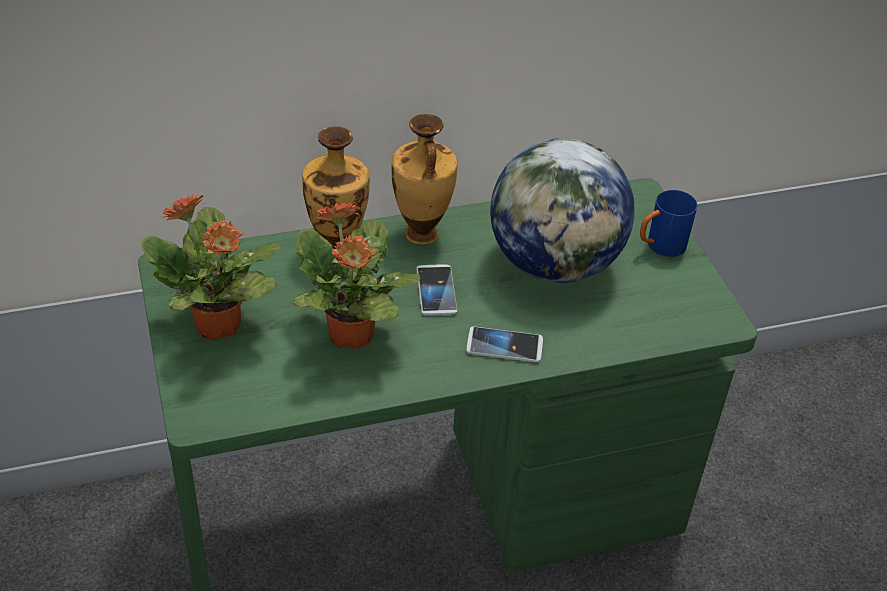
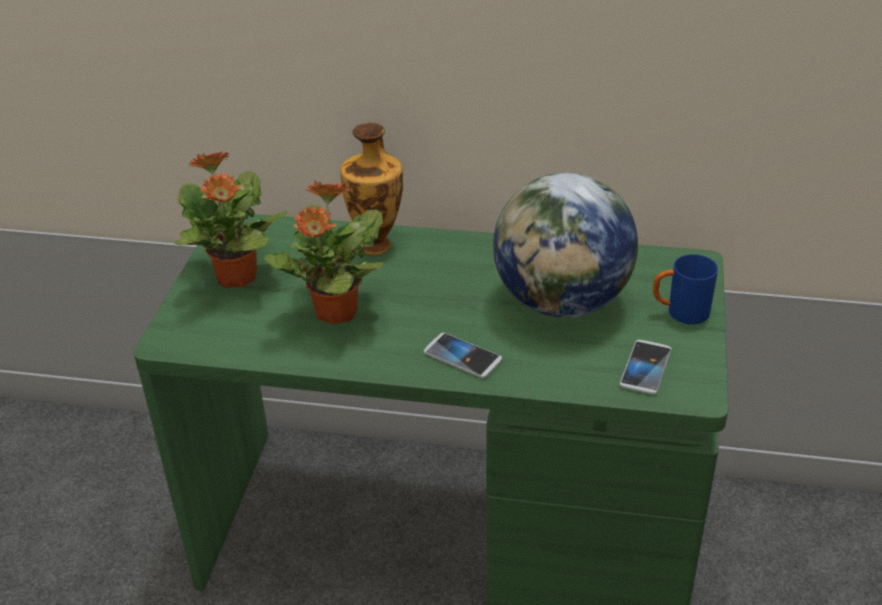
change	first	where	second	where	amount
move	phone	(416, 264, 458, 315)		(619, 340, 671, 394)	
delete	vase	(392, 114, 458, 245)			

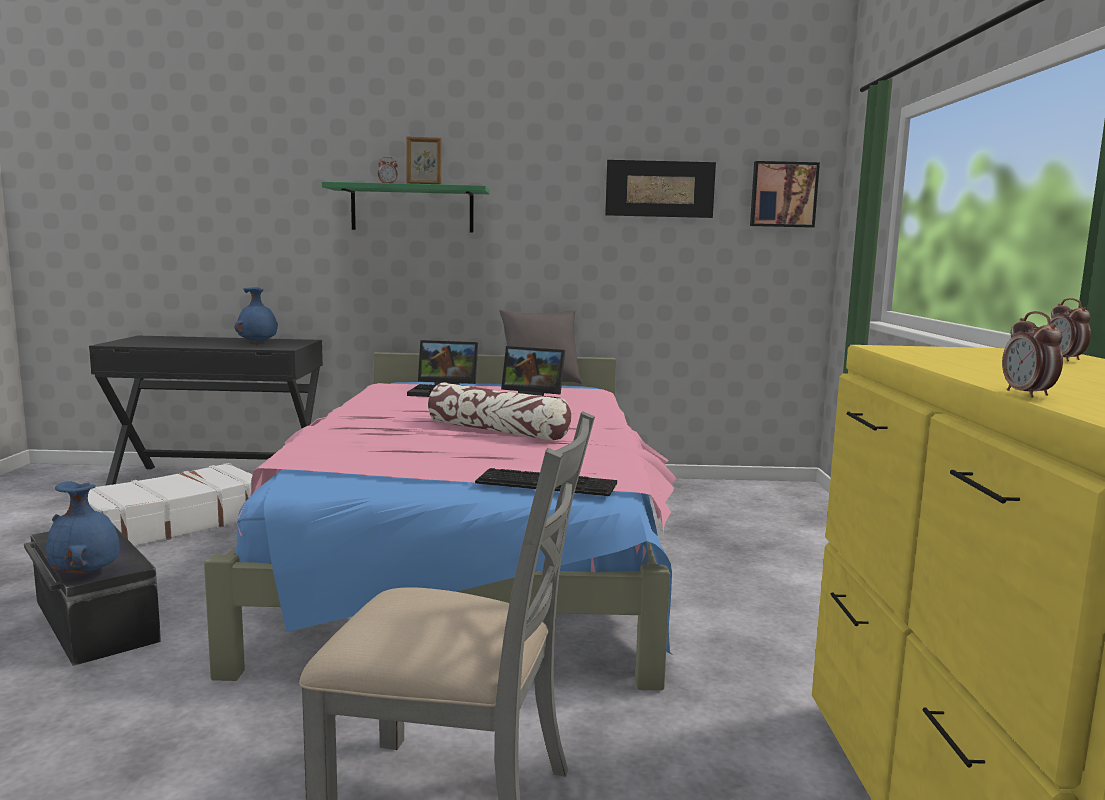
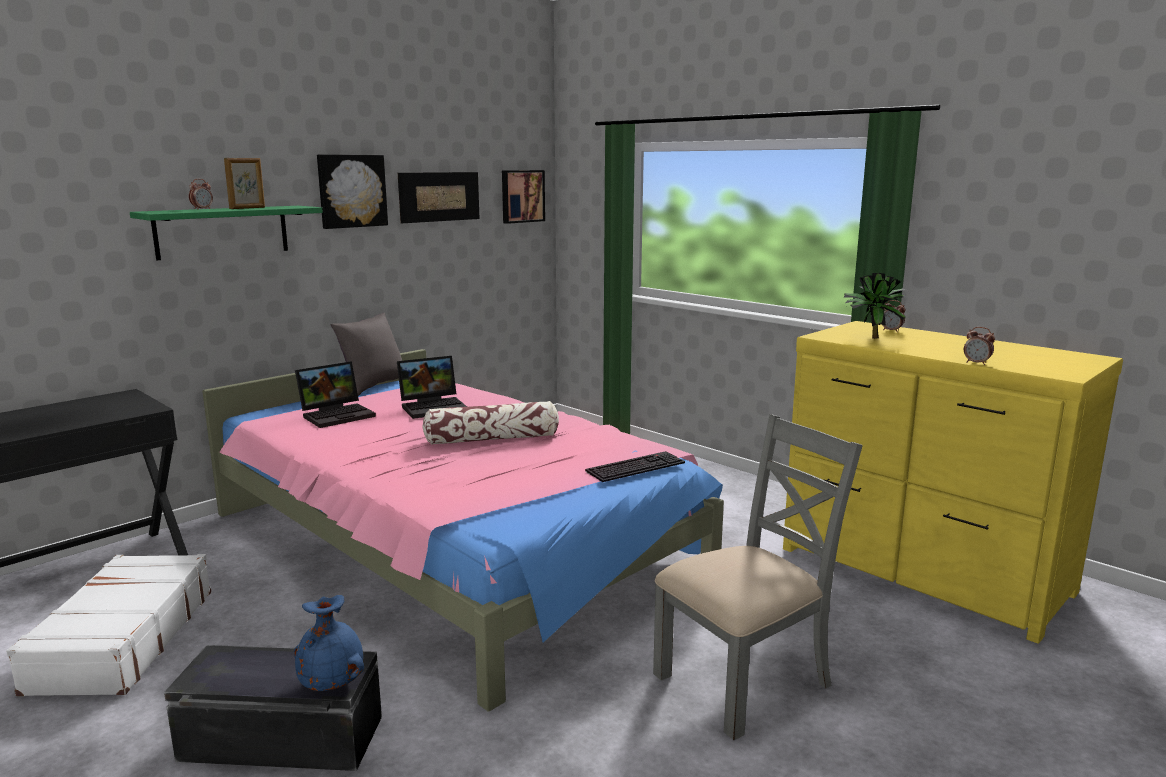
change	first	where	second	where	amount
insert			picture	(317, 154, 388, 229)	
insert			potted plant	(844, 273, 908, 339)	
delete	vase (blue)	(235, 287, 278, 343)			

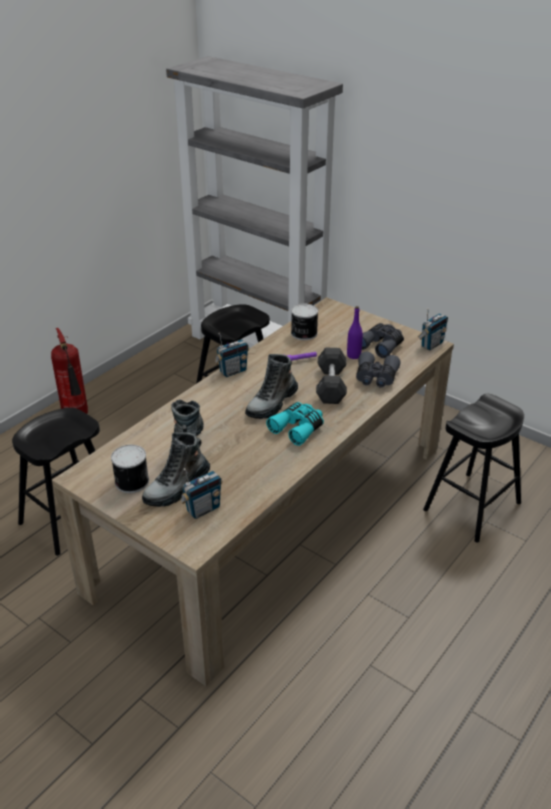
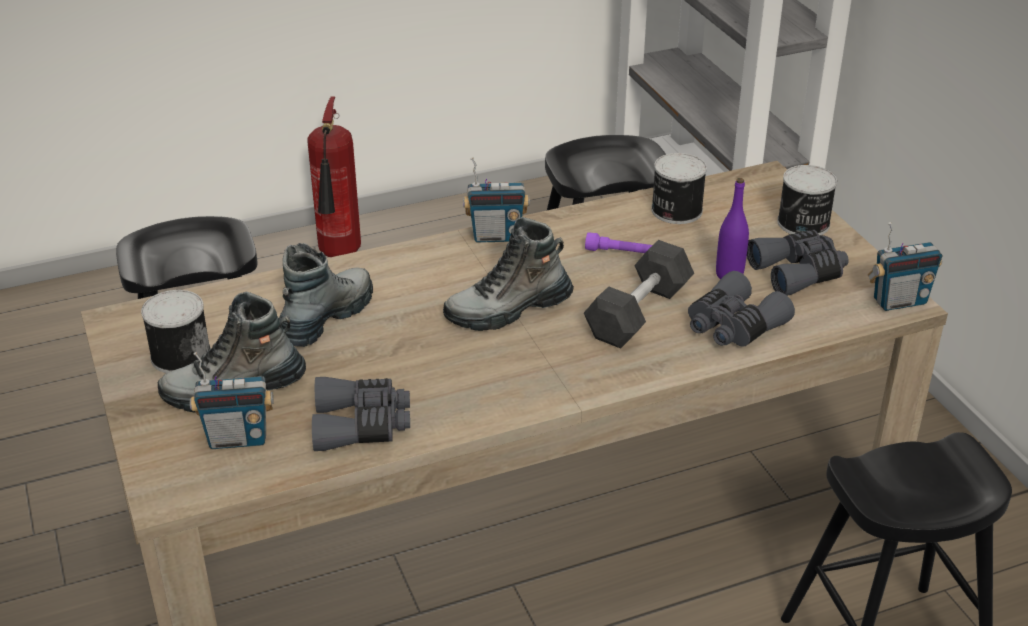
change	first	where	second	where	amount
insert			binoculars (grey)	(312, 377, 410, 451)	
insert			can	(777, 165, 837, 236)	
delete	binoculars (turquoise)	(266, 402, 324, 446)			

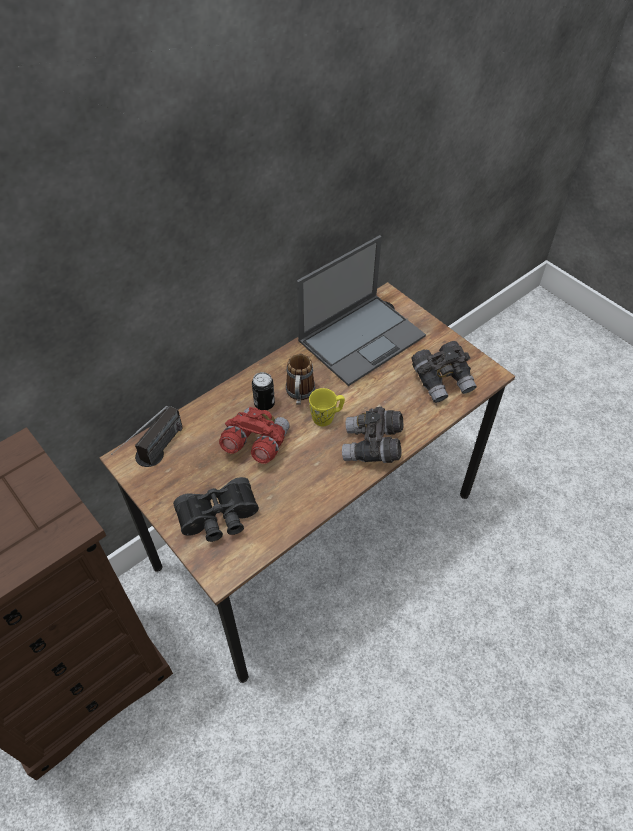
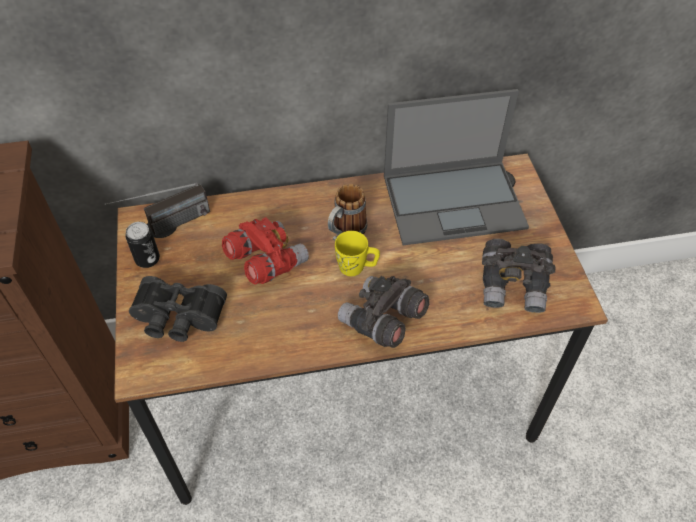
change	first	where	second	where	amount
move	can	(252, 372, 275, 410)		(125, 222, 160, 268)	

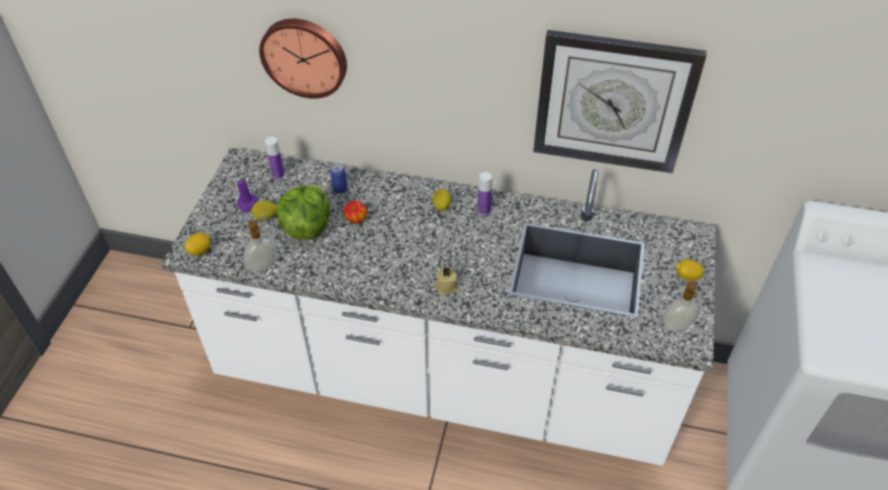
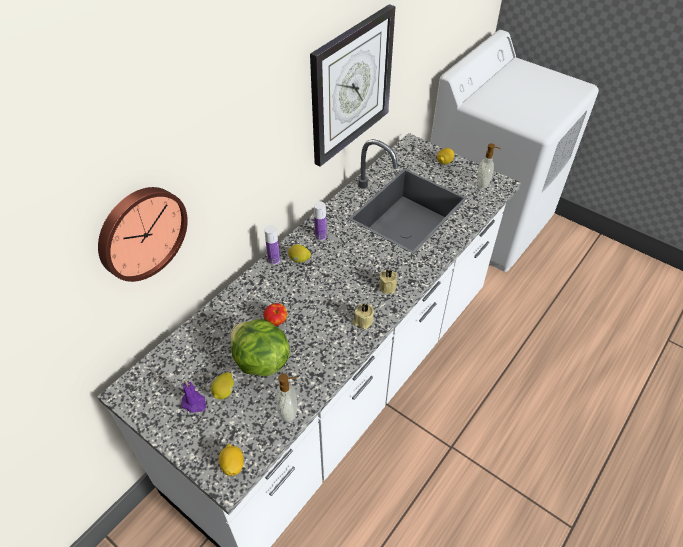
change	first	where	second	where	amount
move	bottle	(265, 137, 285, 180)		(264, 225, 280, 265)	
insert			candle (beige)	(353, 304, 374, 329)	
delete	can	(330, 163, 347, 194)			

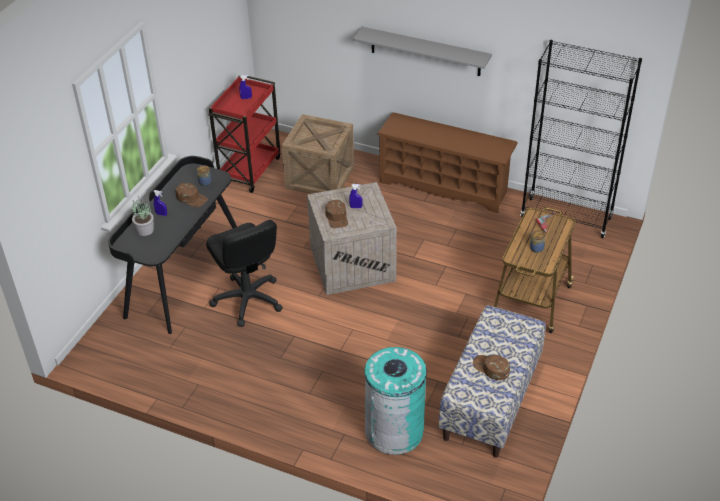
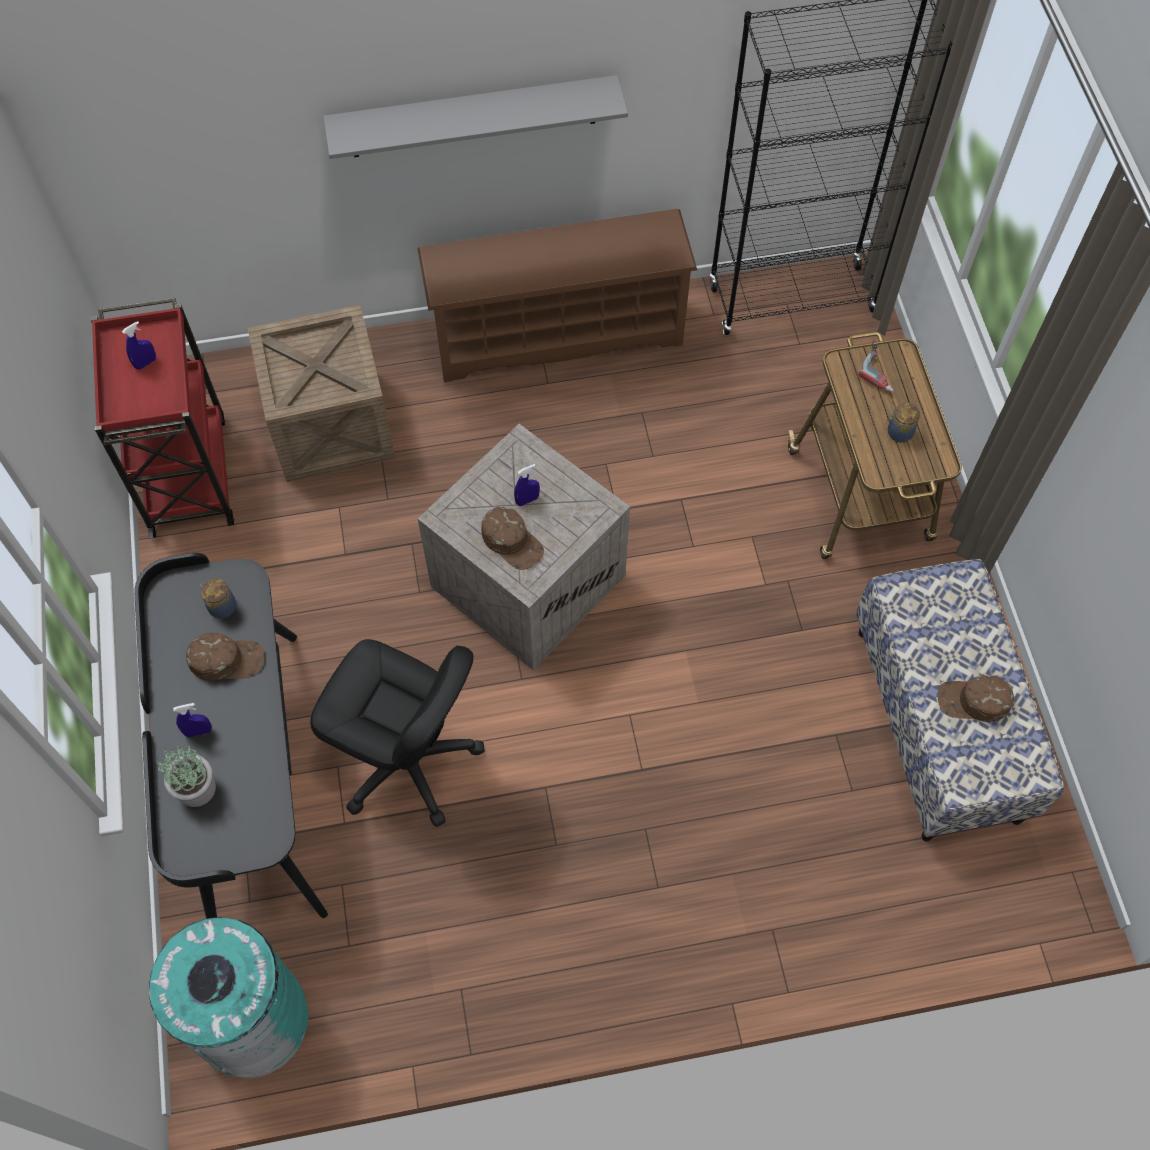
change	first	where	second	where	amount
move	trash can (turquoise)	(364, 347, 427, 455)		(149, 917, 308, 1078)	

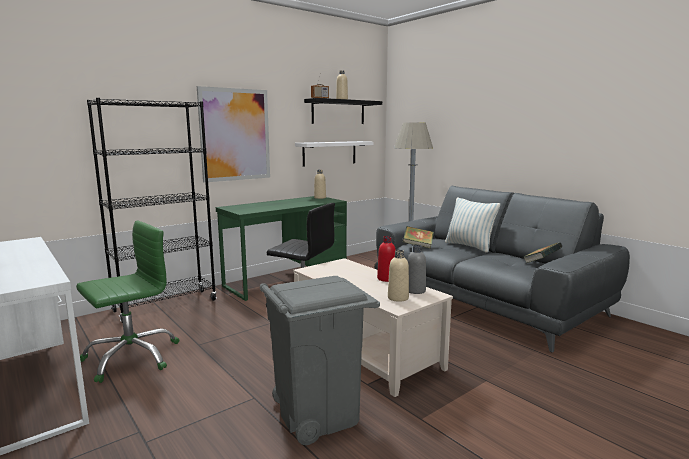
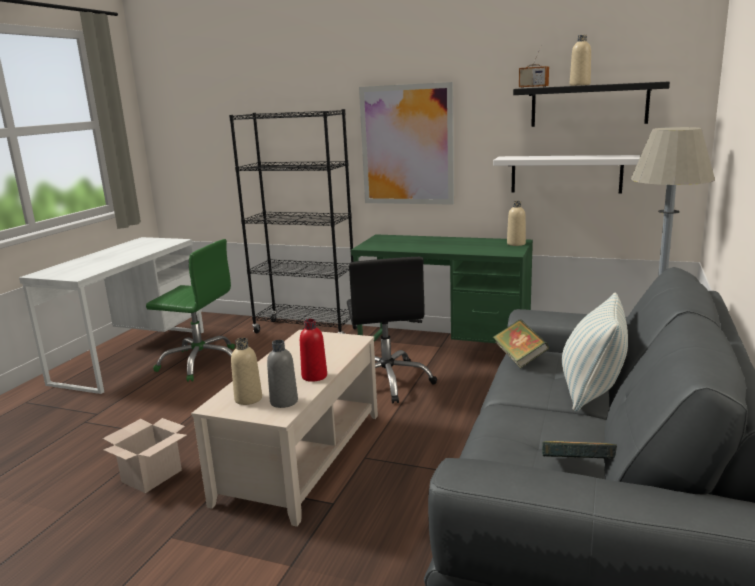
change	first	where	second	where	amount
replace	trash can (grey)	(260, 276, 380, 445)	cardboard box	(103, 418, 187, 493)	

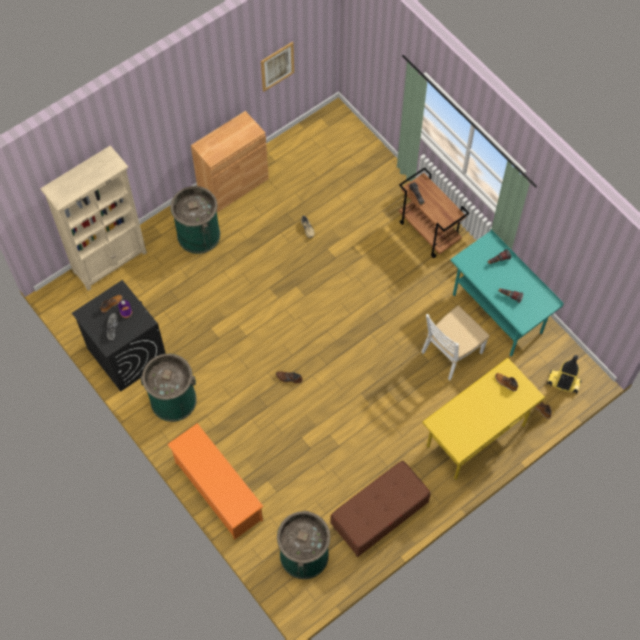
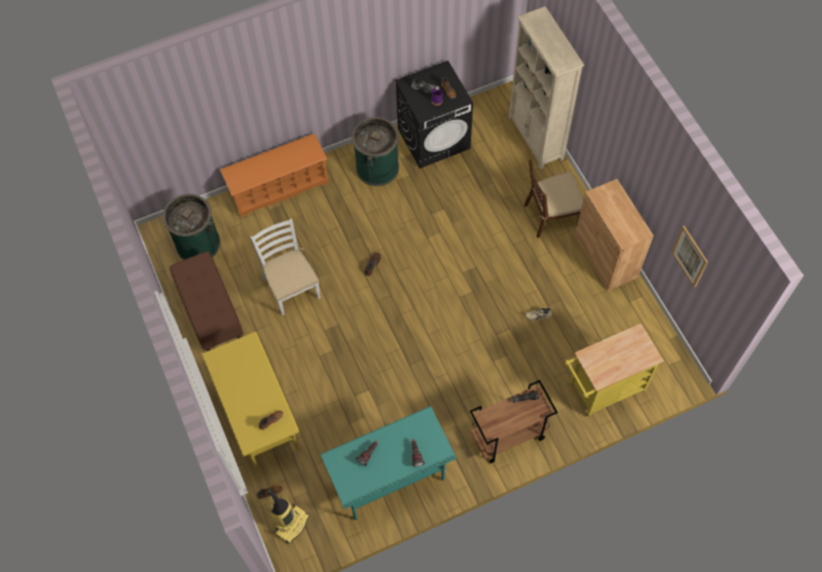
change	first	where	second	where	amount
move	chair (white)	(421, 305, 489, 381)		(250, 219, 320, 316)	
replace	trash can (green)	(170, 186, 220, 254)	chair (brown)	(524, 160, 584, 238)	
insert			cart (yellow)	(565, 324, 664, 417)	

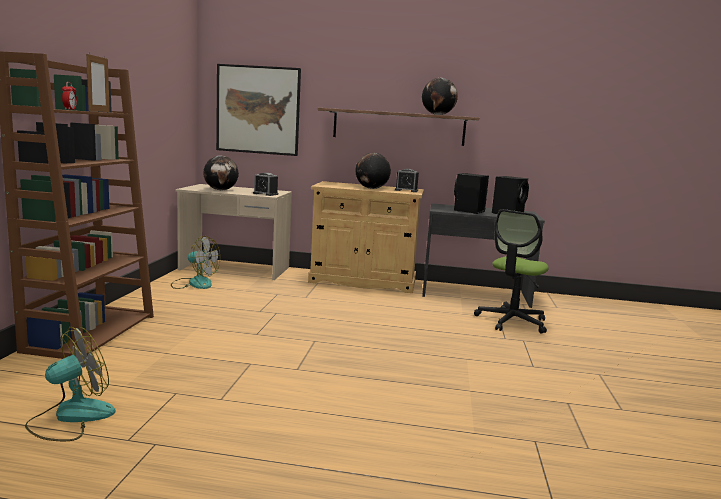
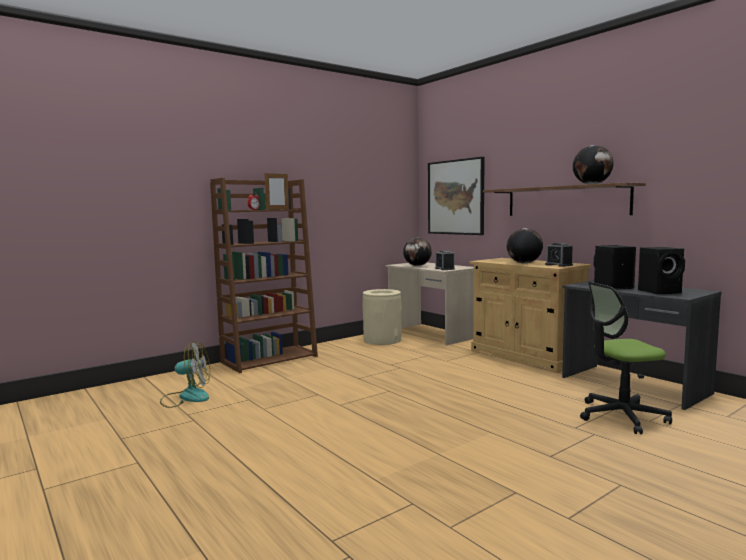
change	first	where	second	where	amount
replace	fan	(171, 236, 220, 289)	trash can (beige)	(363, 289, 402, 345)	

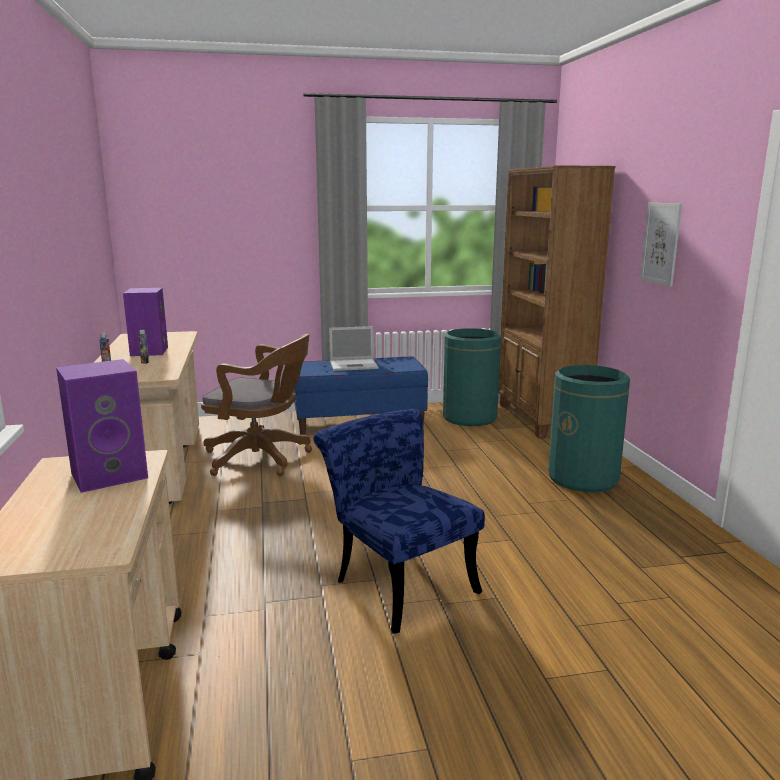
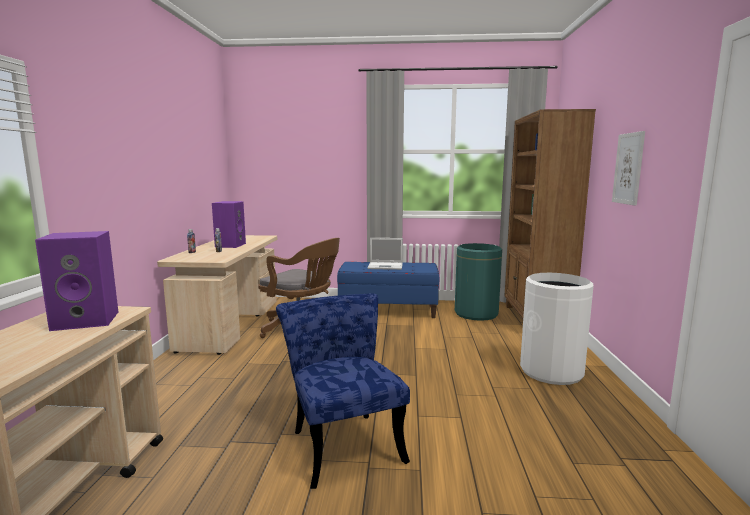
change	first	where	second	where	amount
recolor	trash can (green)	(548, 365, 630, 492)	trash can (white)	(520, 273, 594, 385)	

